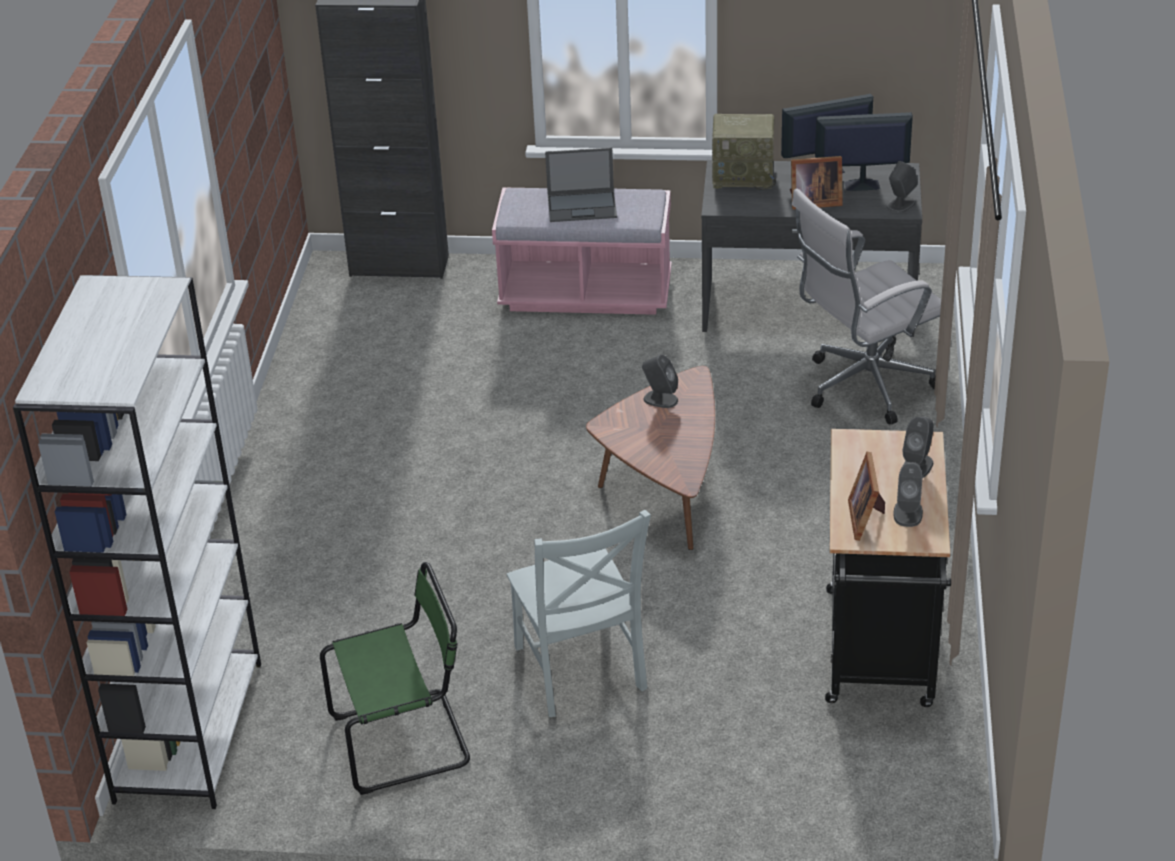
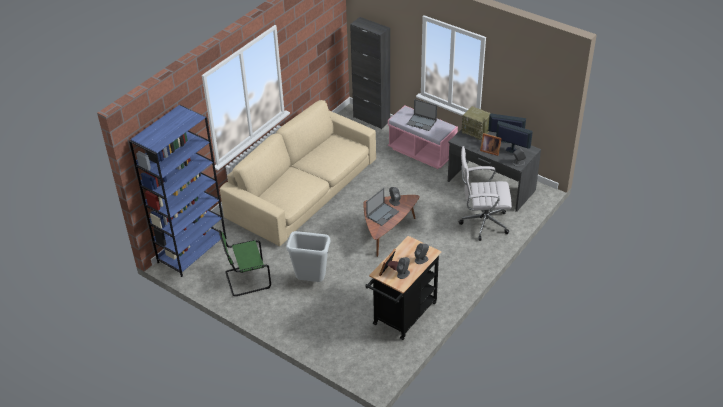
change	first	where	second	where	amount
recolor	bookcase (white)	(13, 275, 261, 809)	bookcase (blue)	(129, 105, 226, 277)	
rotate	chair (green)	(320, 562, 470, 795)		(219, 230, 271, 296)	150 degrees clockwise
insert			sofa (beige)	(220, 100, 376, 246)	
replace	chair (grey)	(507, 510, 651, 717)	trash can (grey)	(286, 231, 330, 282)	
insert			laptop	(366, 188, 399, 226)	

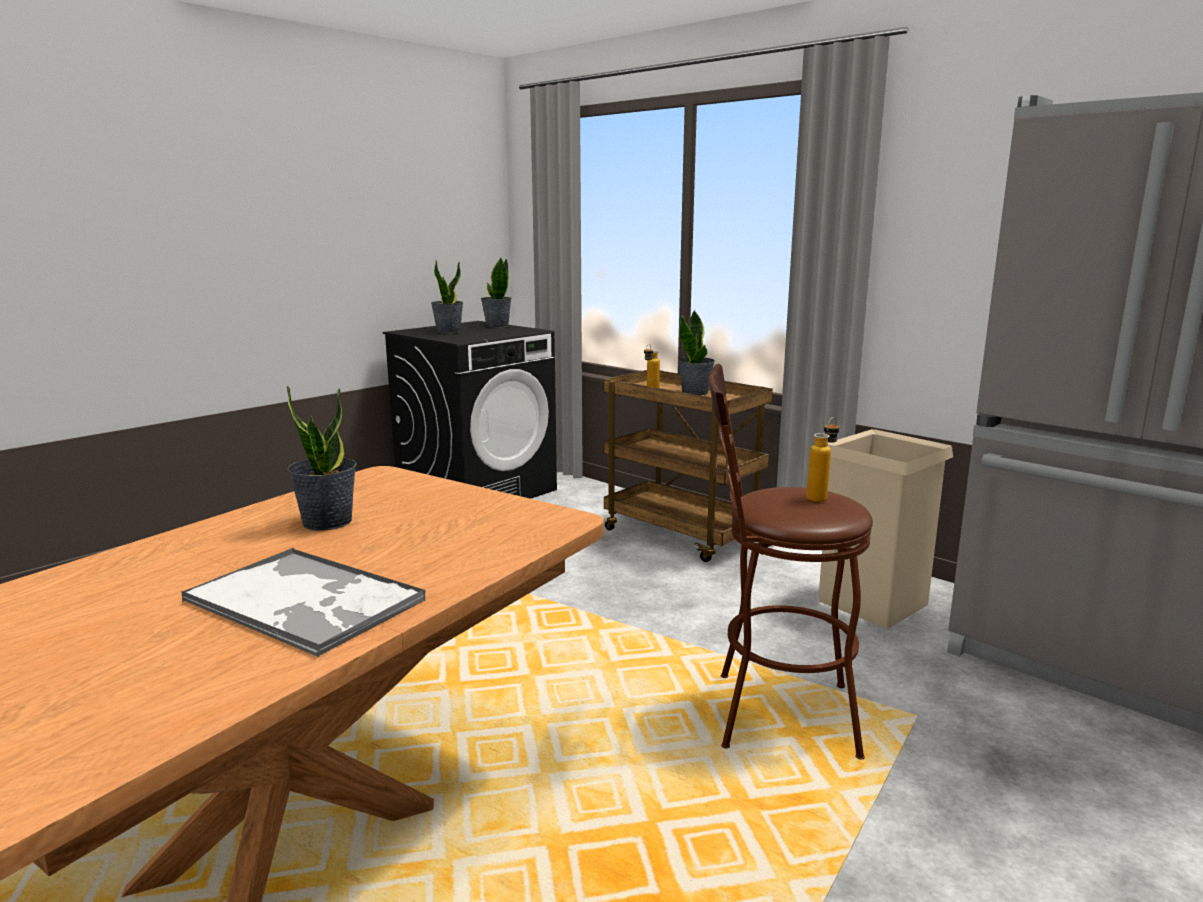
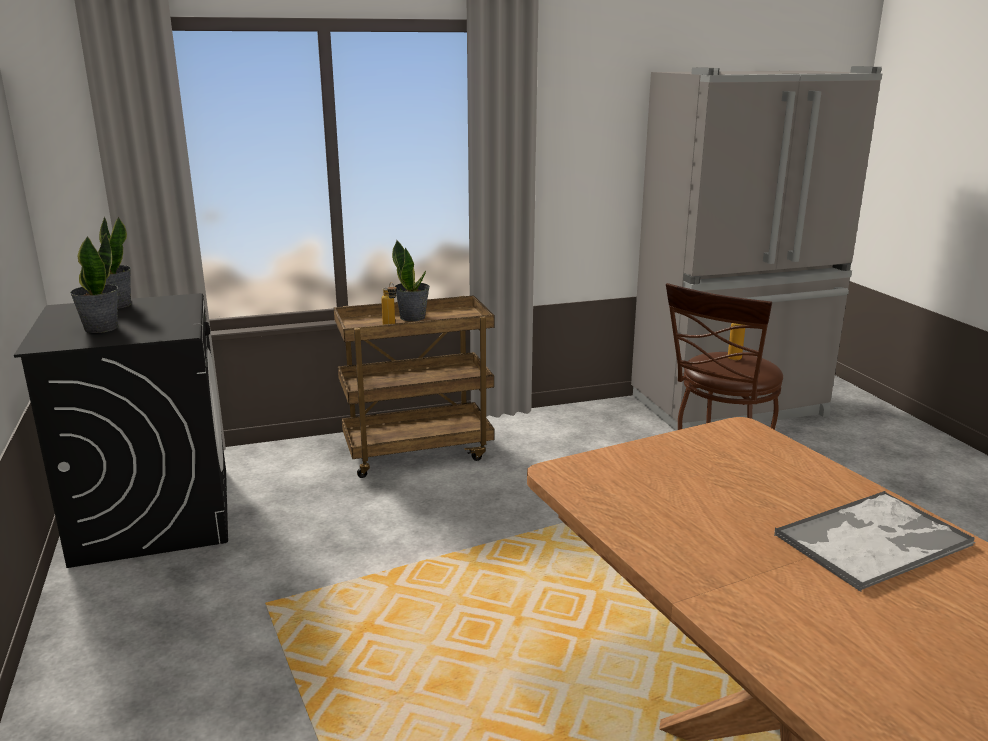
change	first	where	second	where	amount
delete	potted plant	(287, 385, 357, 531)			
delete	trash can (beige)	(818, 429, 953, 629)			

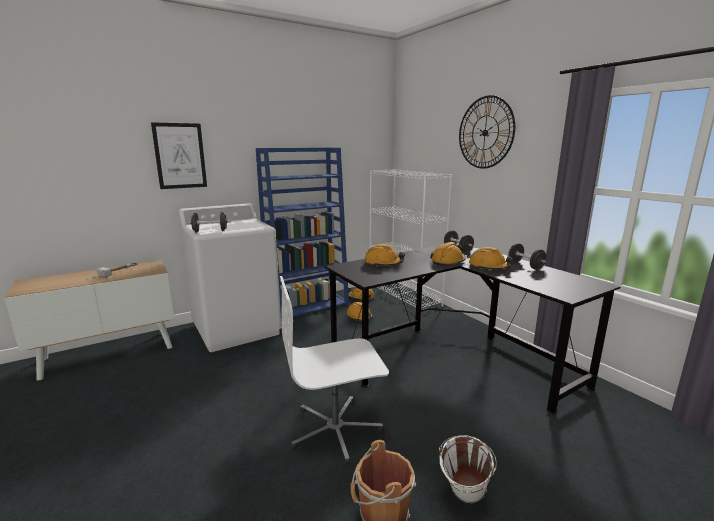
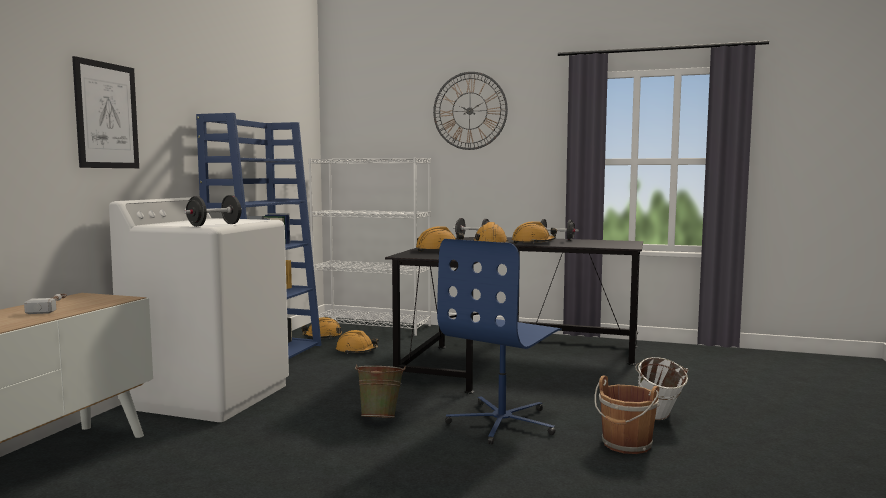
change	first	where	second	where	amount
insert			bucket (green)	(355, 364, 406, 418)	
recolor	office chair (white)	(280, 276, 389, 465)	office chair (blue)	(437, 239, 562, 444)	

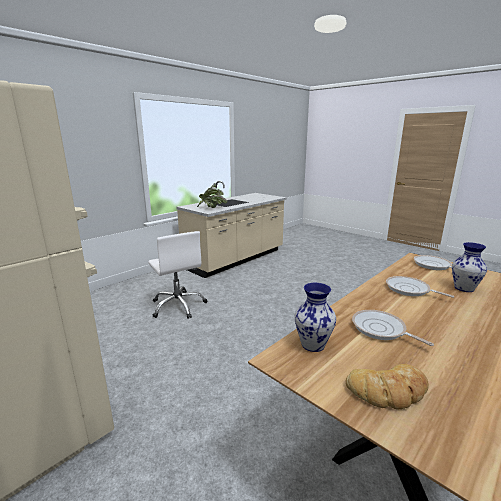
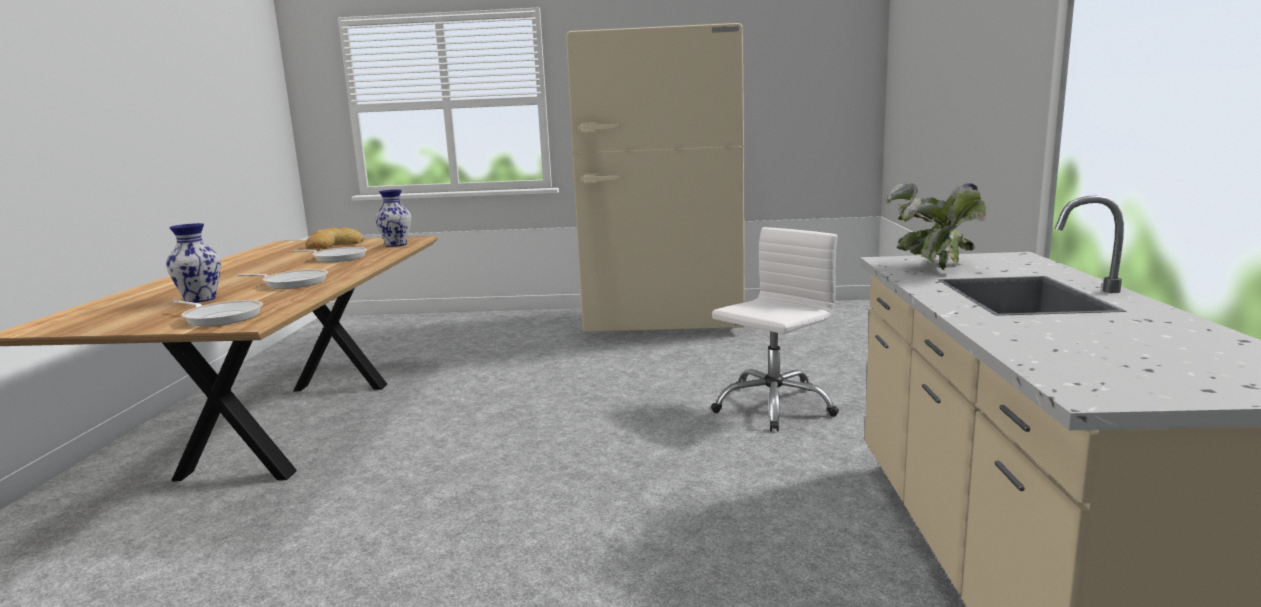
change	first	where	second	where	amount
rotate	office chair (white)	(148, 231, 207, 319)		(711, 227, 839, 431)	120 degrees clockwise

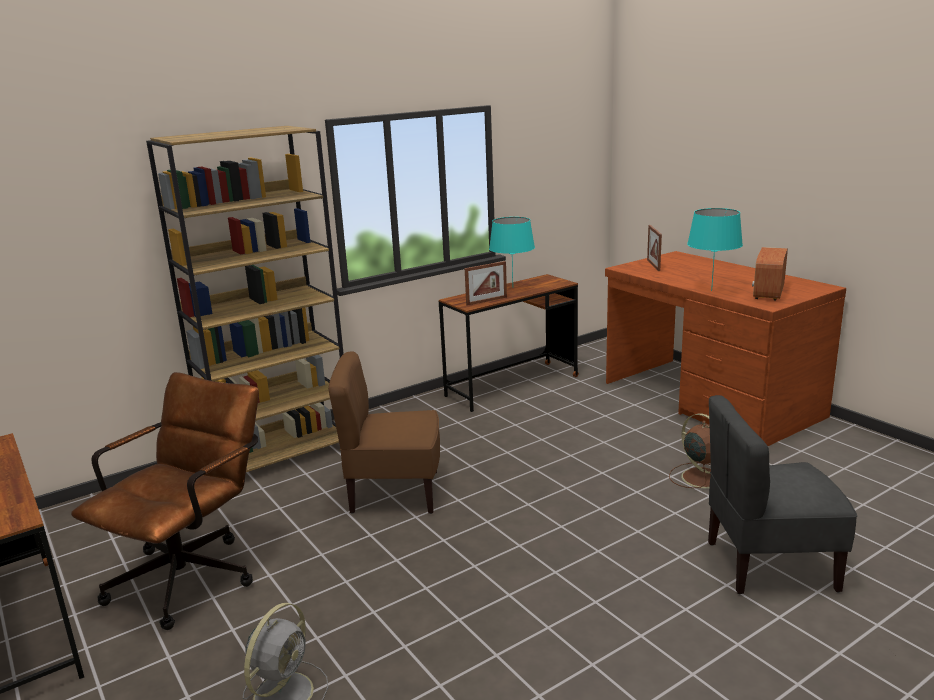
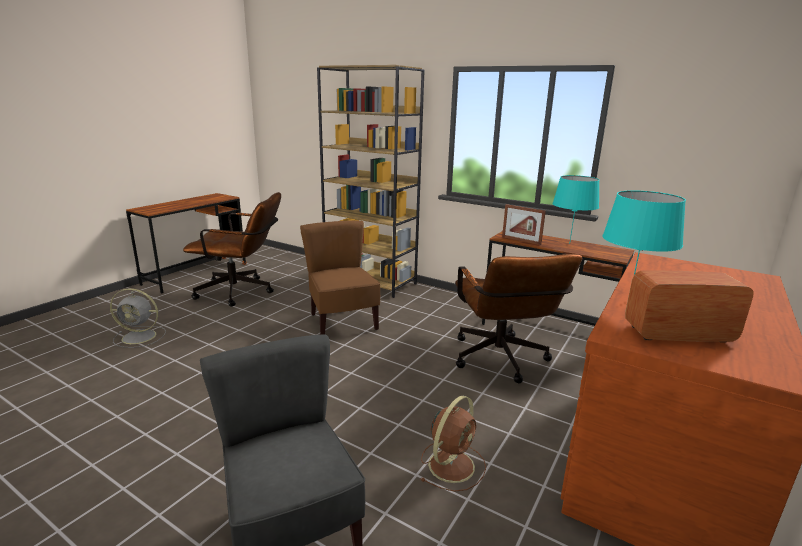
change	first	where	second	where	amount
insert			office chair (brown)	(455, 254, 582, 383)	
delete	picture frame	(647, 225, 662, 271)			

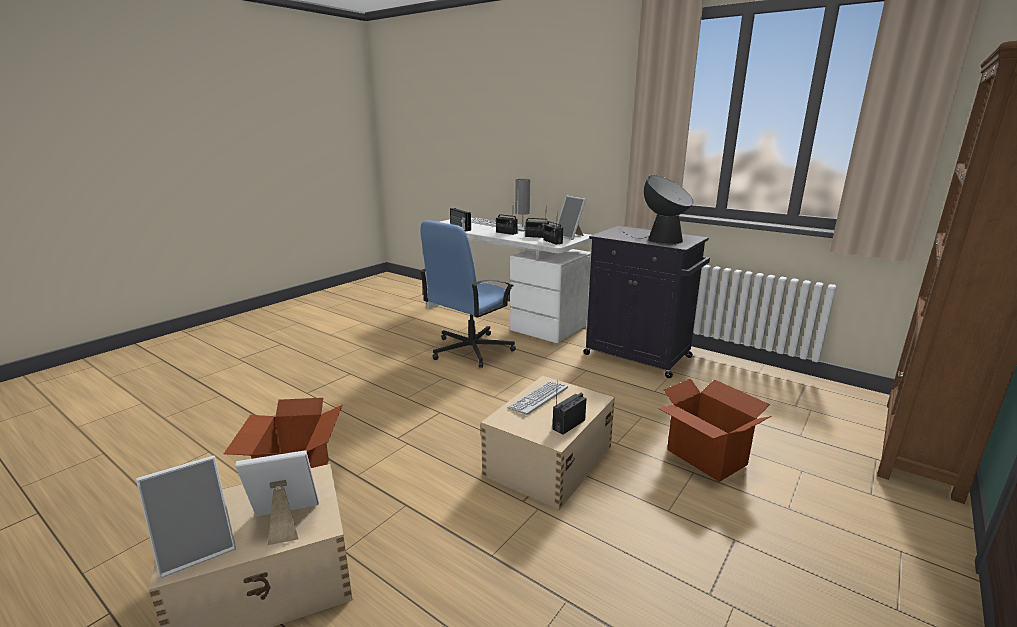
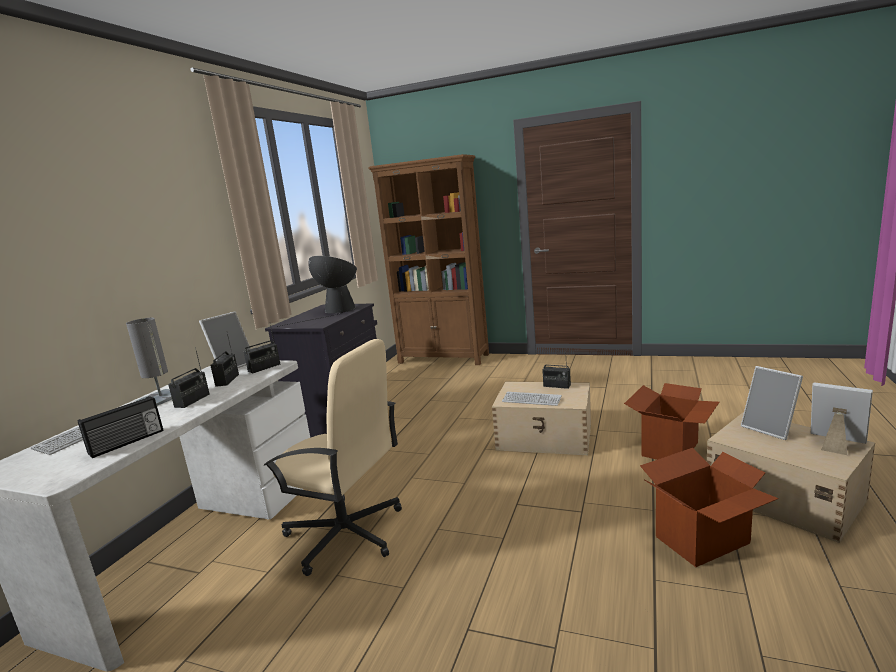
change	first	where	second	where	amount
recolor	office chair (blue)	(420, 220, 516, 368)	office chair (beige)	(264, 339, 402, 576)	
move	cardboard box	(658, 379, 772, 482)		(624, 383, 720, 460)	

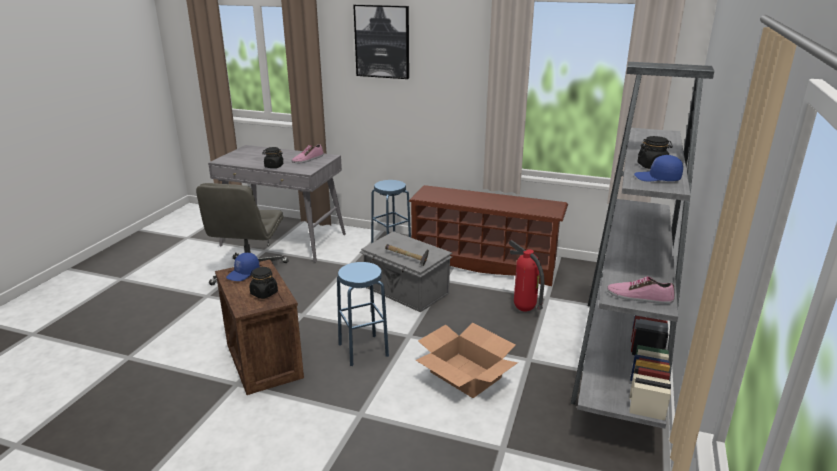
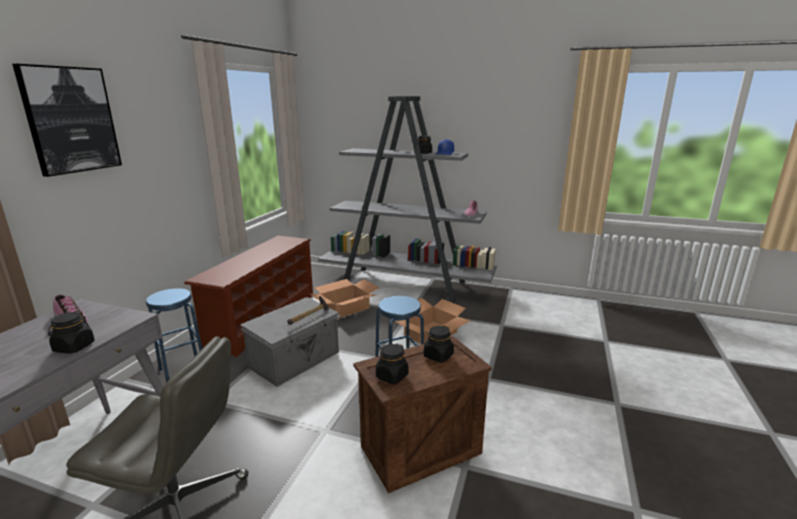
change	first	where	second	where	amount
replace	fire extinguisher	(508, 240, 544, 312)	cardboard box	(310, 279, 379, 319)	
replace	cap (blue)	(226, 253, 260, 281)	jar (black)	(376, 343, 408, 384)	

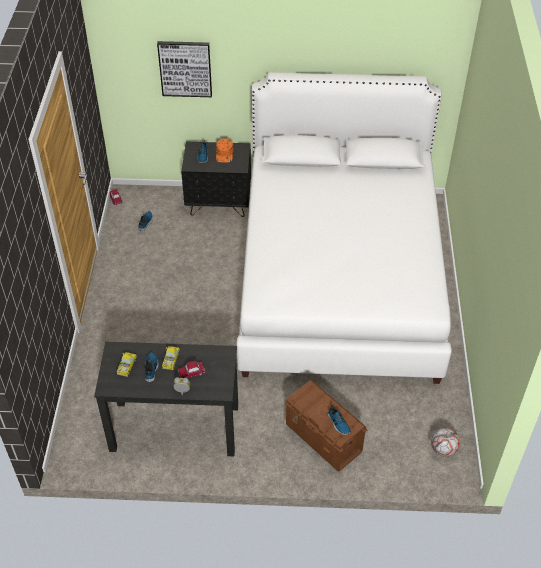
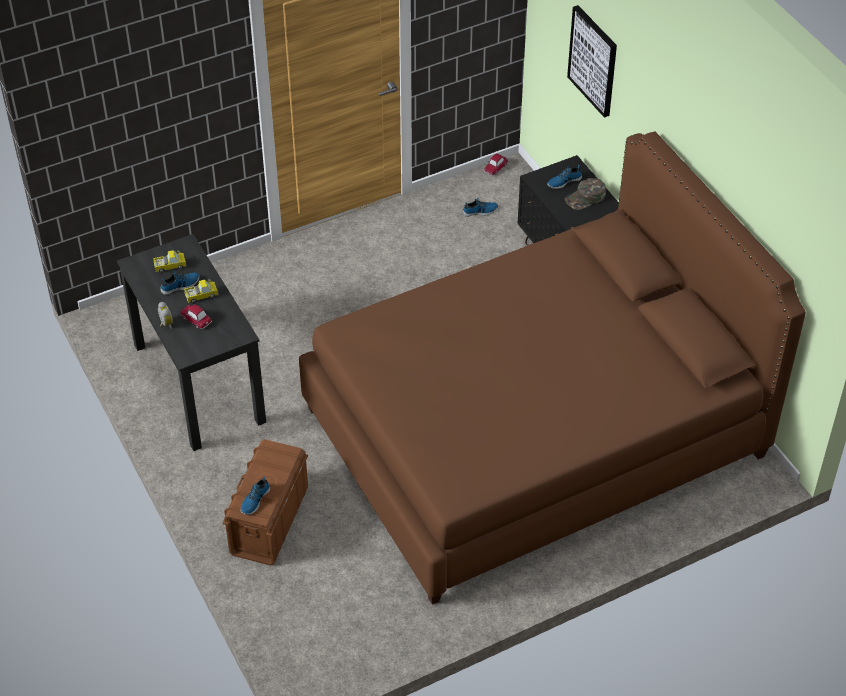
change	first	where	second	where	amount
recolor	bed (white)	(236, 72, 452, 384)	bed (brown)	(299, 132, 806, 605)	
recolor	cap (orange)	(216, 138, 234, 162)	cap (green)	(565, 178, 606, 210)	
delete	football	(431, 427, 460, 456)			

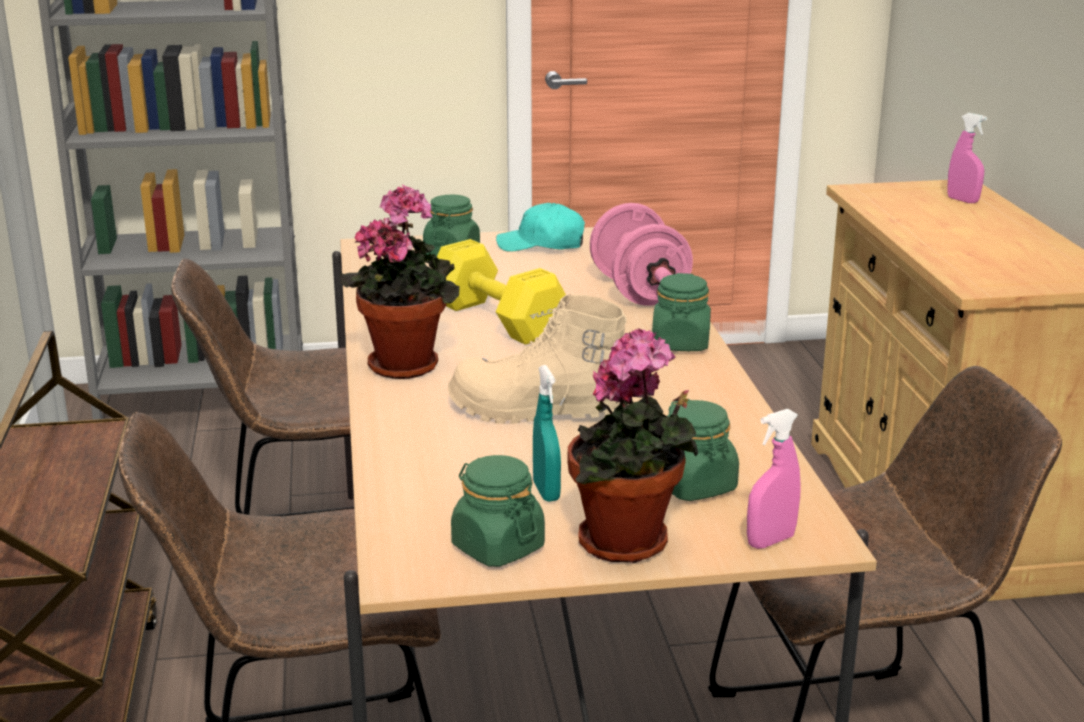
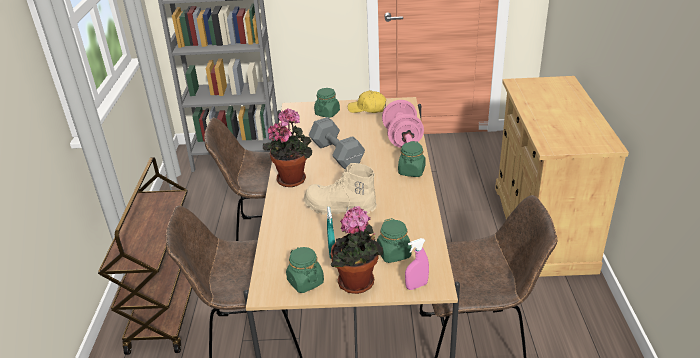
change	first	where	second	where	amount
recolor	dumbbell (yellow)	(437, 239, 566, 345)	dumbbell (grey)	(309, 117, 365, 169)	
recolor	cap (turquoise)	(496, 203, 585, 252)	cap (yellow)	(348, 90, 386, 113)	
delete	spray bottle (pink)	(947, 113, 987, 203)			

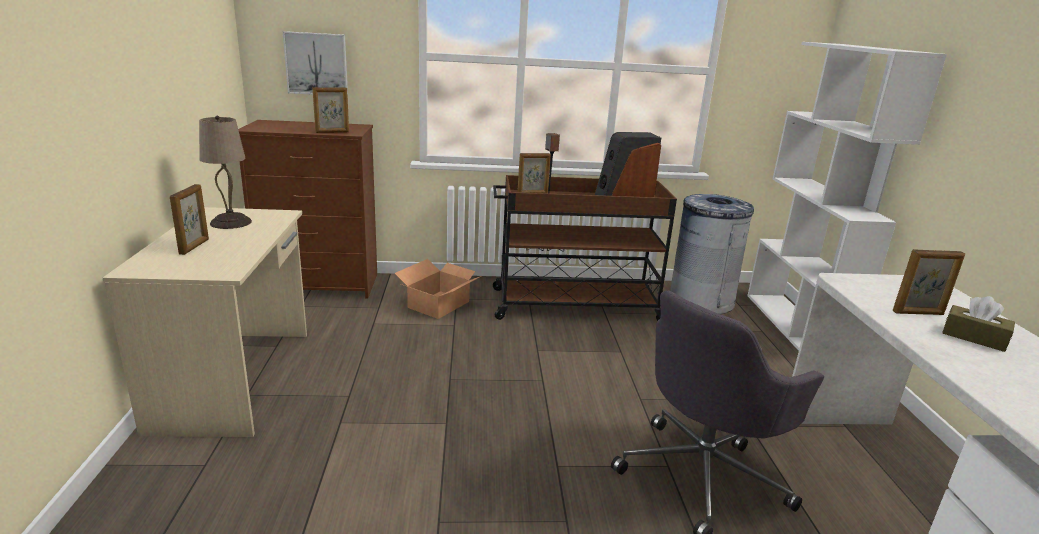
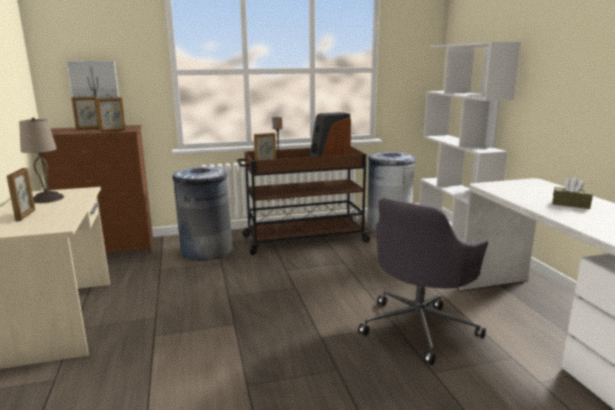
change	first	where	second	where	amount
move	picture frame	(893, 249, 965, 315)		(71, 97, 100, 130)	
replace	cardboard box	(395, 259, 481, 319)	trash can (grey)	(173, 167, 233, 261)	

